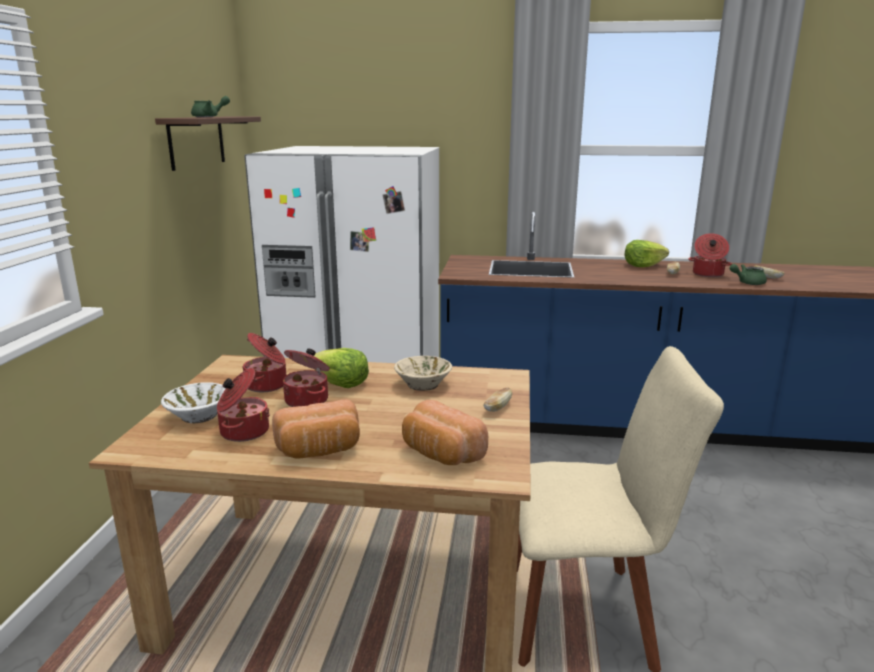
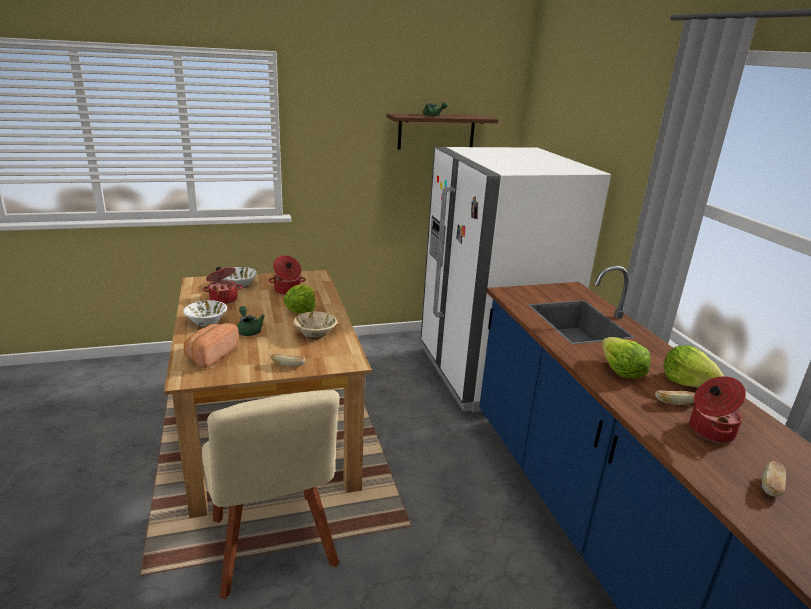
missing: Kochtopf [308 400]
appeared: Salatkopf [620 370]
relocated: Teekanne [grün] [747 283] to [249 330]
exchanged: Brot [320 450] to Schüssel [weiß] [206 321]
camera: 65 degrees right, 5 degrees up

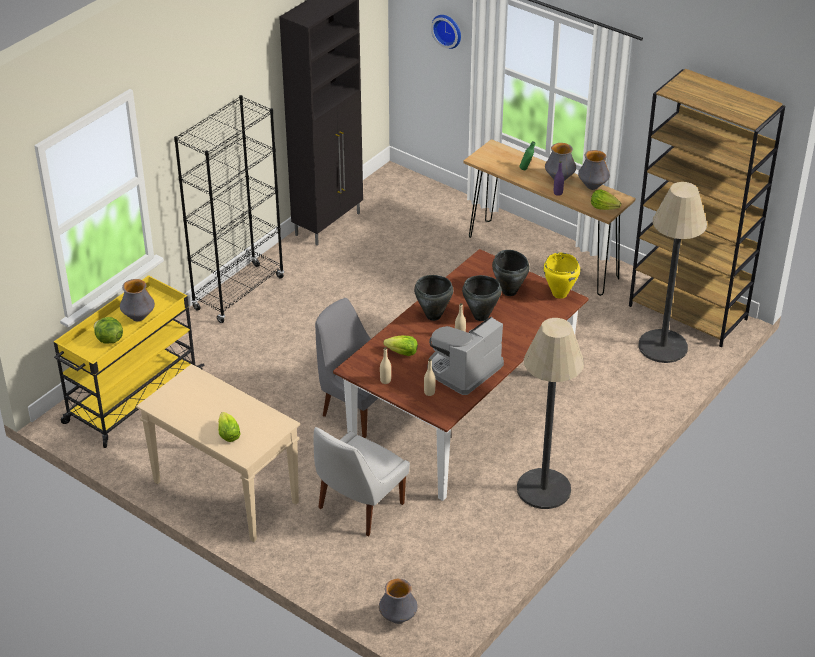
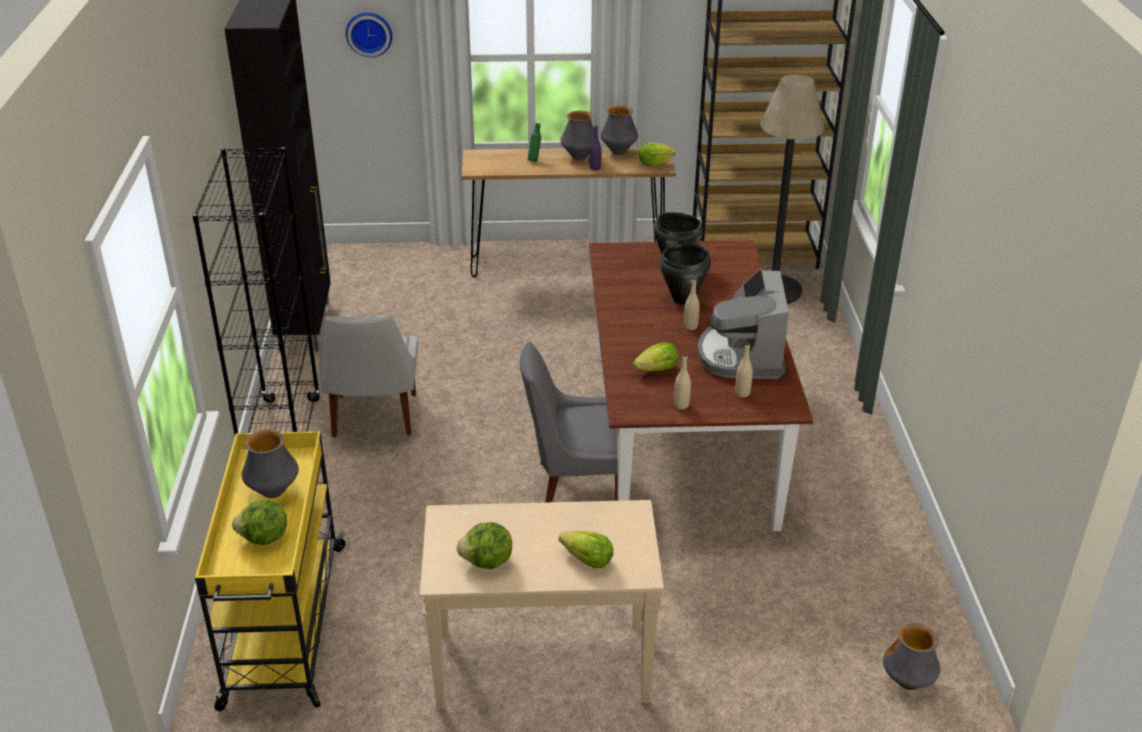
missing: Kochtopf [schwarz] [433 316]; Stehlampe [543 489]; Kochtopf [gelb] [559 294]
appeared: Salatkopf [487 562]
relocated: Stuhl [weiß] [358 507] to [374 418]
camera: 40 degrees left, 5 degrees down

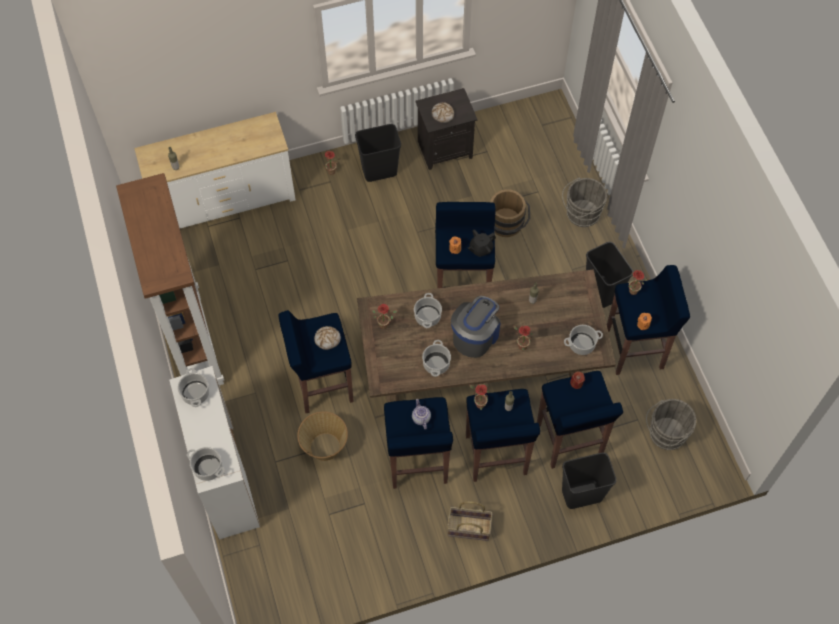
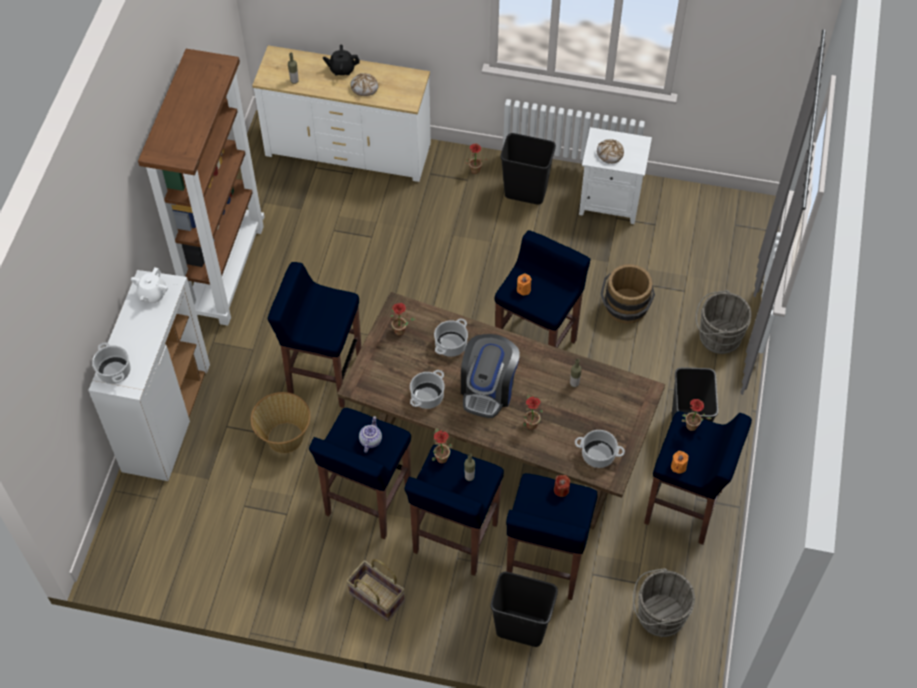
relocated: Brot [327 339] to [364 87]; Teekanne [schwarz] [480 249] to [342 69]
exchanged: Kochtopf [195 393] to Teekanne [weiß] [152 294]
colour: Nachttisch [schwarz] [445 148] to Nachttisch [weiß] [611 201]
spun: Kaffeemaschine [475 335] = [488 389] 135 degrees clockwise
camera: 30 degrees right, 5 degrees down

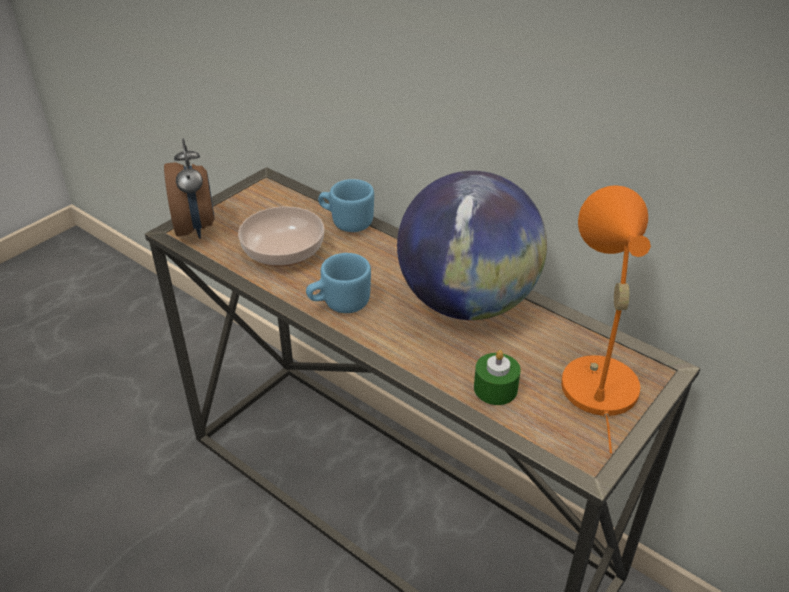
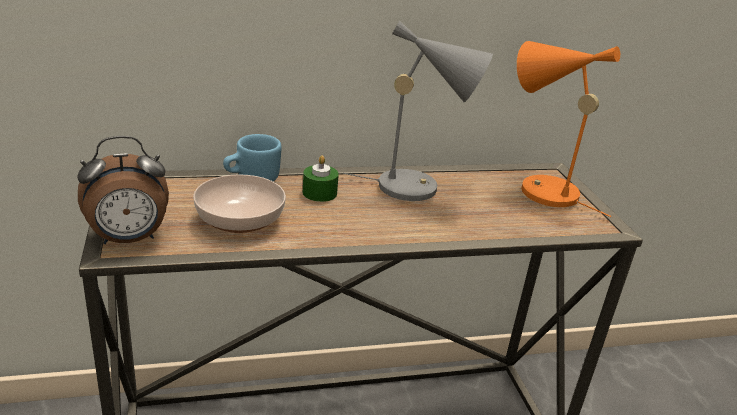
missing: Henkelbecher [blau] [339 304]
relocated: Kerze [grün] [495 388] to [319 193]
exchanged: Globus [467 302] to Tischlampe [grau] [417 188]
spun: Wecker [196 228] = [128 239] 135 degrees clockwise
camera: 55 degrees left, 10 degrees down

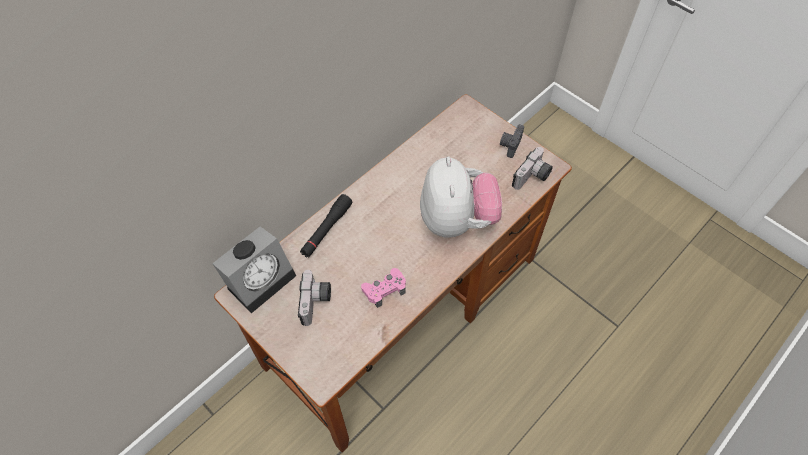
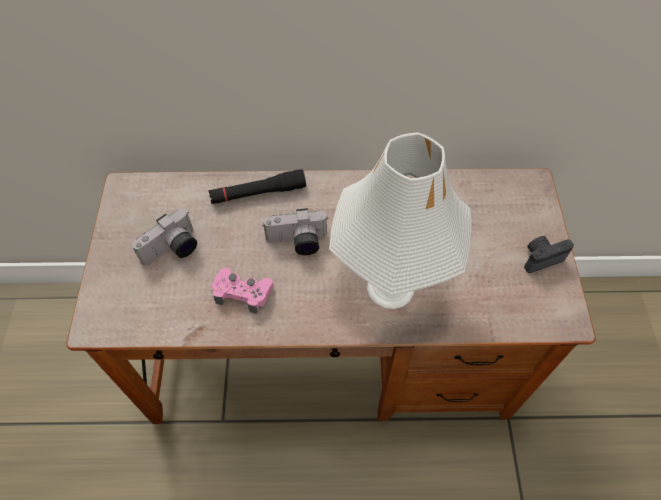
missing: Wecker [261 278]
relocated: Kamera [532 177] to [297 243]
exchanged: Plüschtier [456 220] to Tischlampe [weiß] [391 287]
camera: 45 degrees right, 0 degrees up

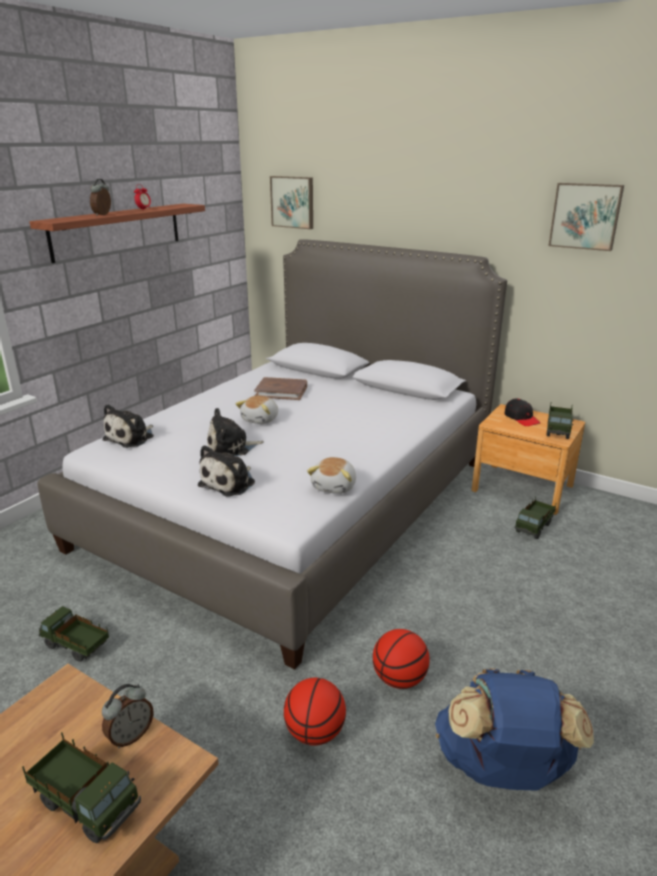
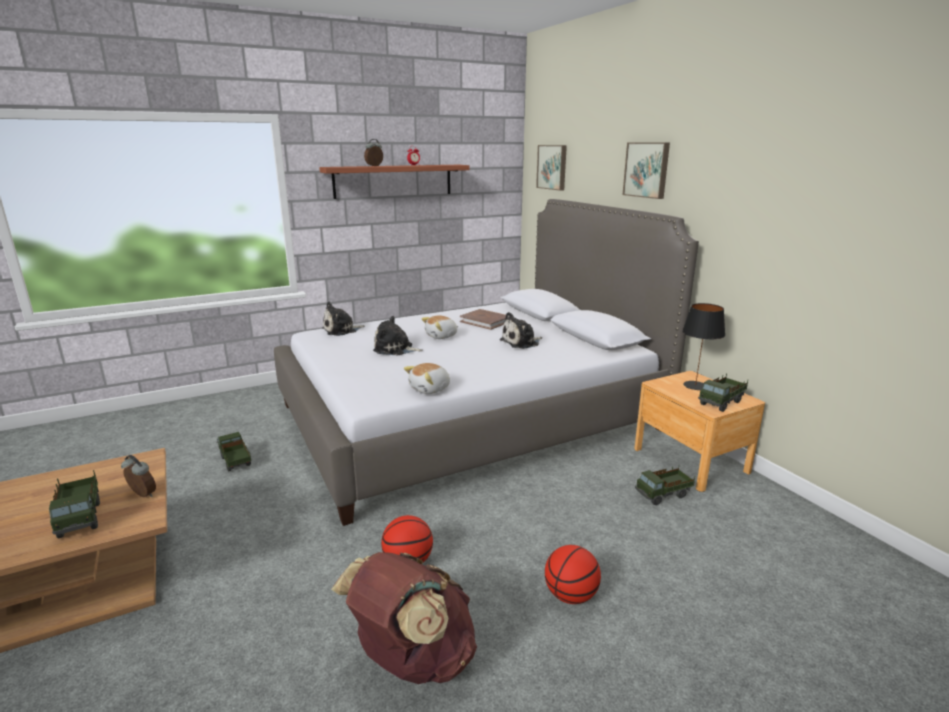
relocated: Plüschtier [229 483] to [521 342]; Basketball [315 732] to [571 595]; Bild [585 216] to [647 170]
exchanged: Kappe [schwarz] [521 418] to Tischlampe [schwarz] [695 385]
colour: Rucksack [blau] [501 769] to Rucksack [braun] [412 659]
spun: Wecker [130 735] = [142 495] 135 degrees counterclockwise
camera: 30 degrees right, 5 degrees down

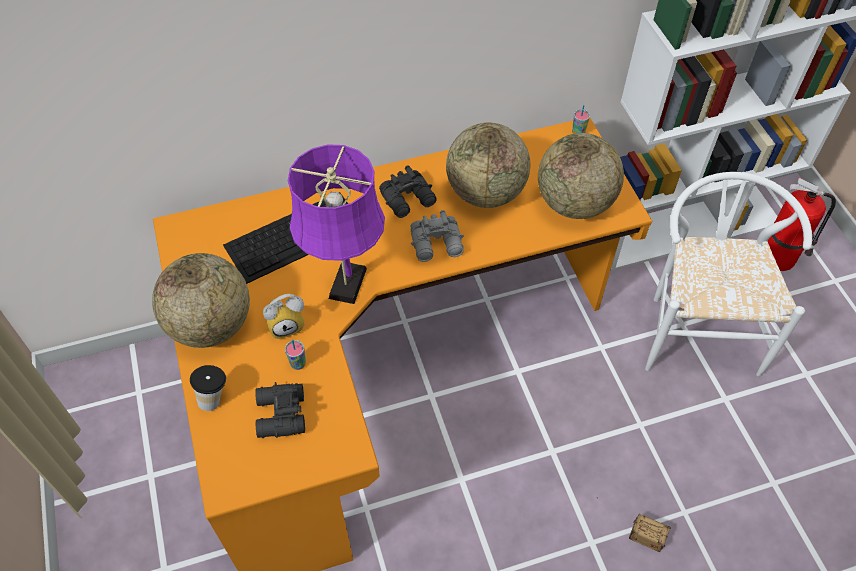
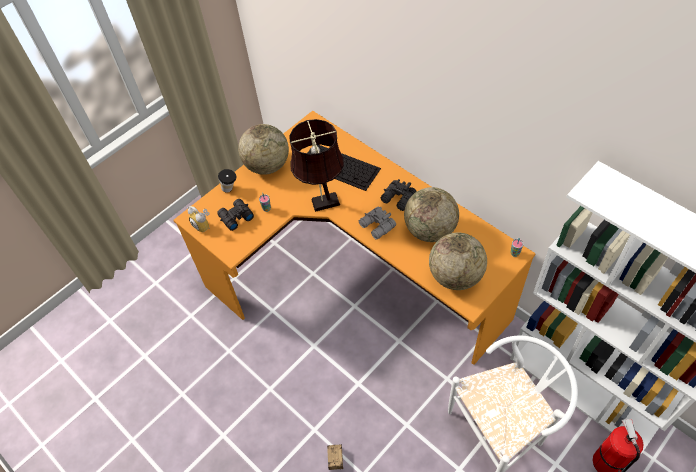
relocated: Wecker [287 325] to [204 225]
colour: Tischlampe [lila] [346 287] to Tischlampe [braun] [322 203]
camera: 65 degrees right, 0 degrees up

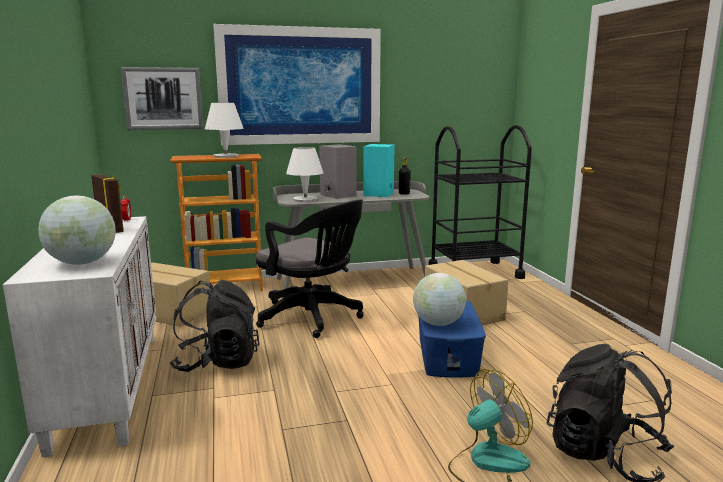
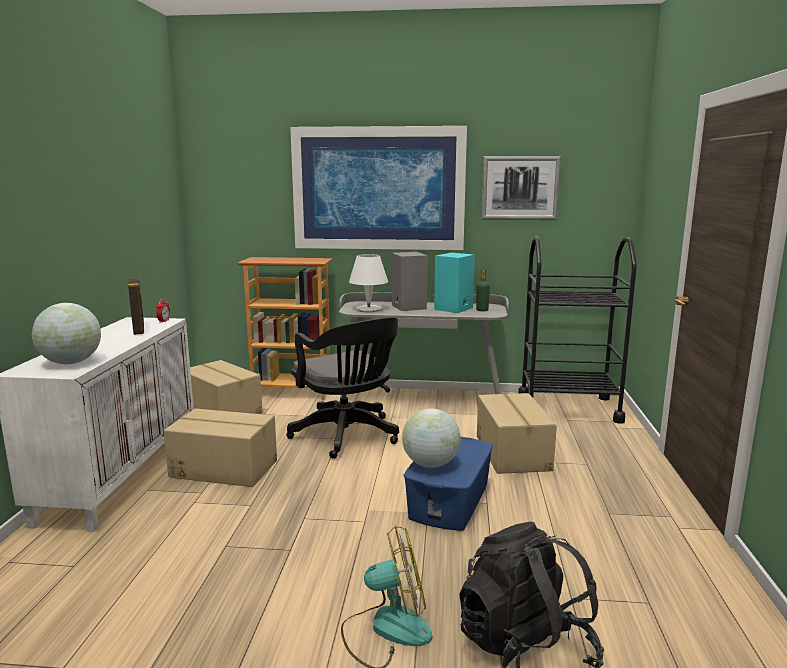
missing: Tischlampe [weiß] [226 156]
relocated: Bild [163 98] to [520 188]
exchanged: Rucksack [schwarz] [217 362] to Karton [224 468]
colour: Flasche [schwarz] [404 194] to Flasche [grün] [482 310]
camera: 20 degrees right, 0 degrees up

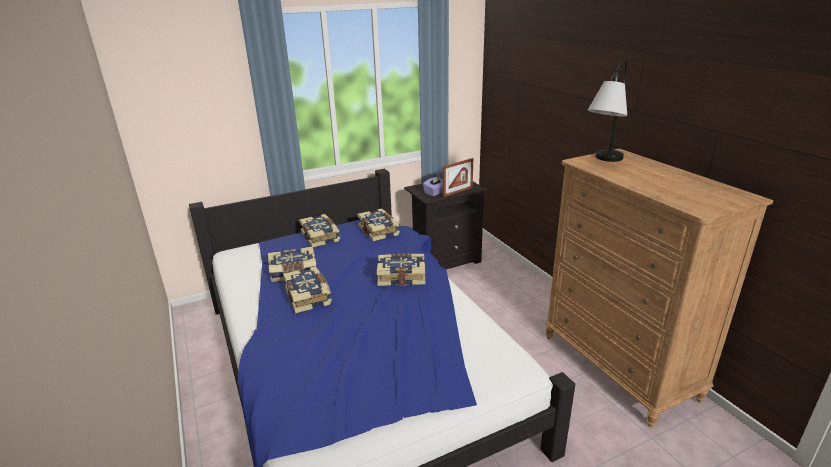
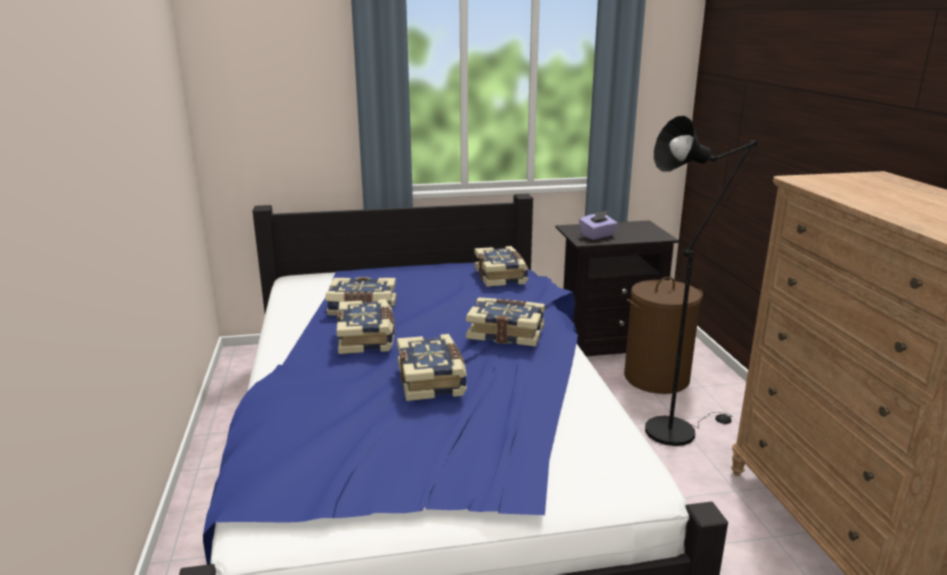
missing: Bilderrahmen [457 192]; Tischlampe [602 162]
appeared: Wäschekorb [braun] [657 378]; Stehlampe [schwarz] [677 428]
relocated: Buch [321 237] to [432 380]
camera: 15 degrees right, 5 degrees down

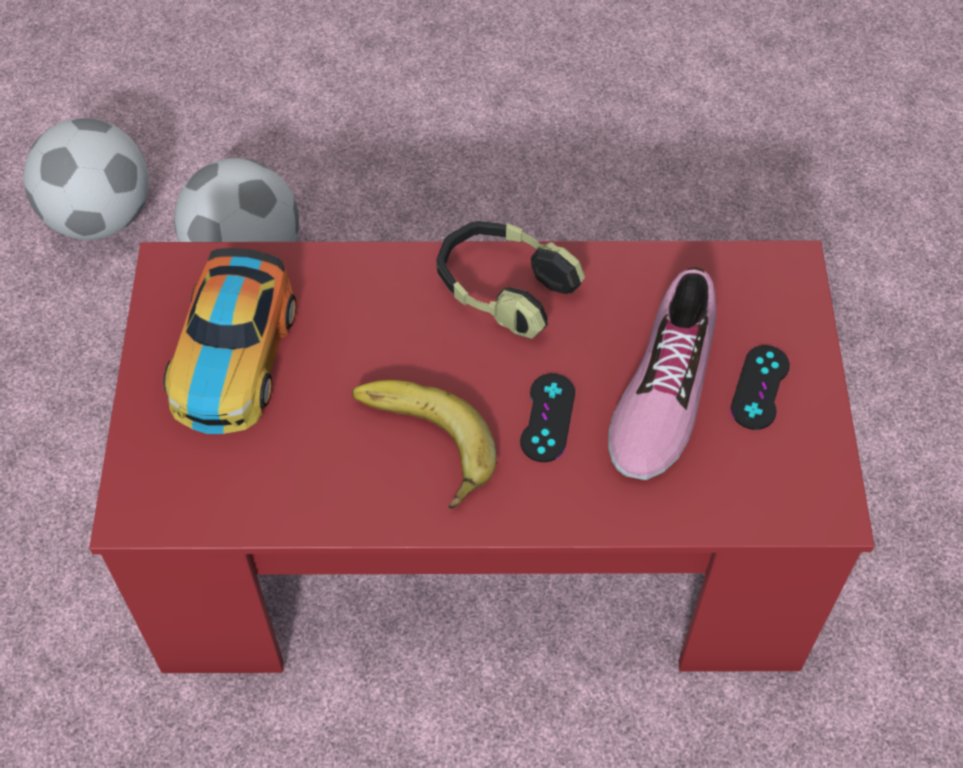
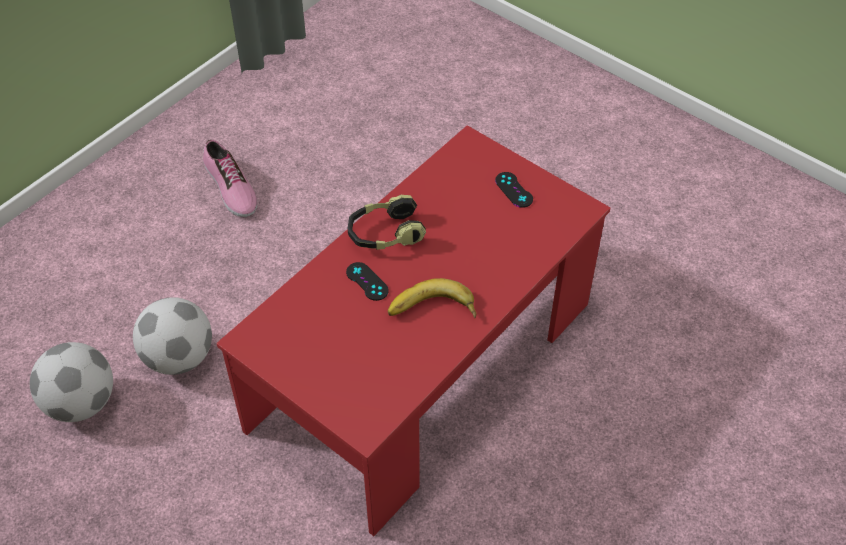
missing: Spielzeugauto [232 356]
relocated: Gamepad [schwarz] [547 418] to [367 281]; Schuh [661 388] to [230 187]
camera: 50 degrees left, 5 degrees down

